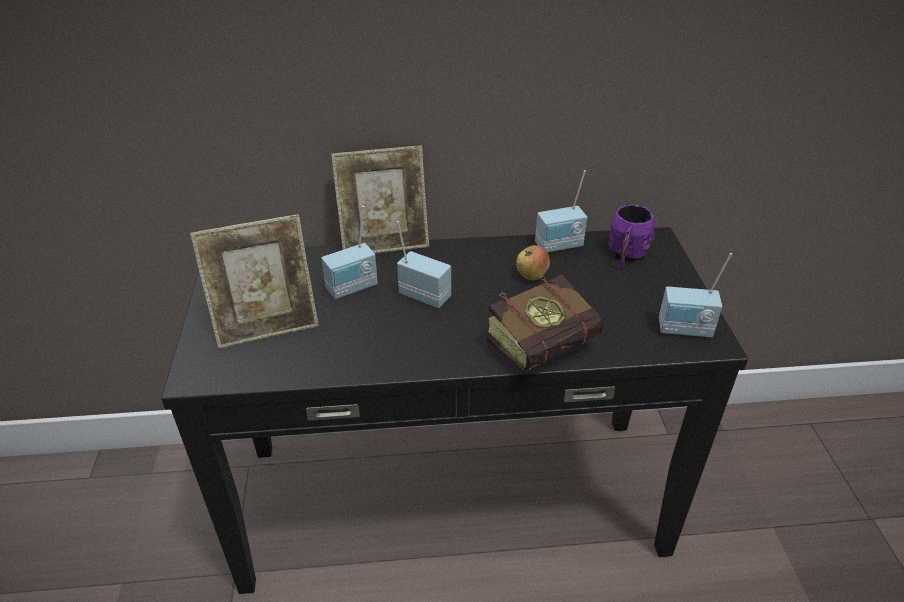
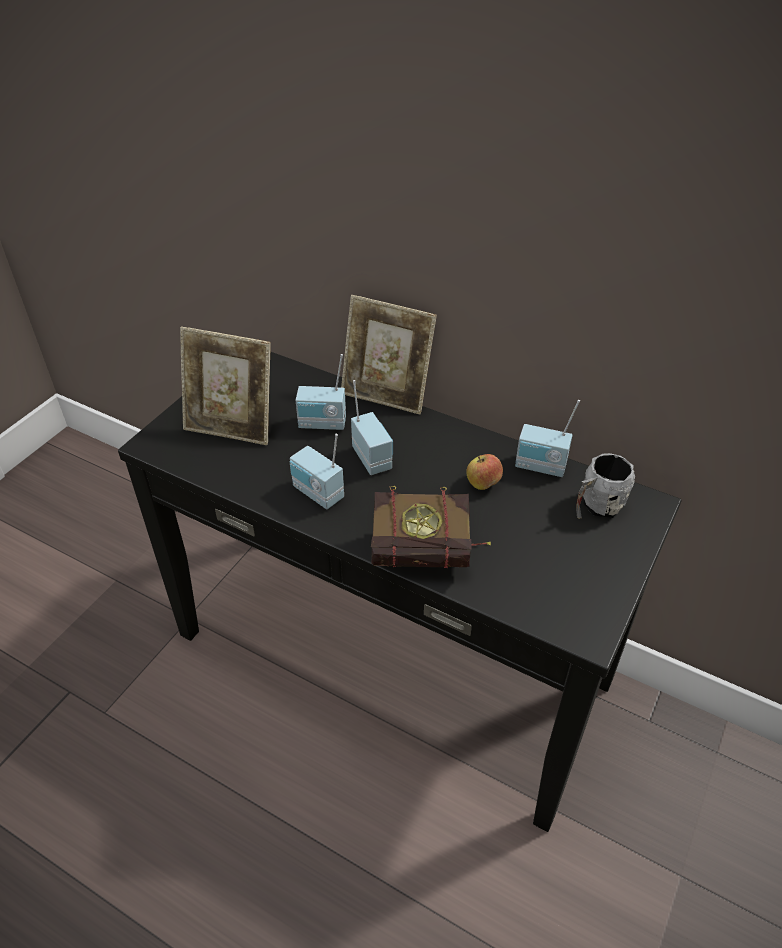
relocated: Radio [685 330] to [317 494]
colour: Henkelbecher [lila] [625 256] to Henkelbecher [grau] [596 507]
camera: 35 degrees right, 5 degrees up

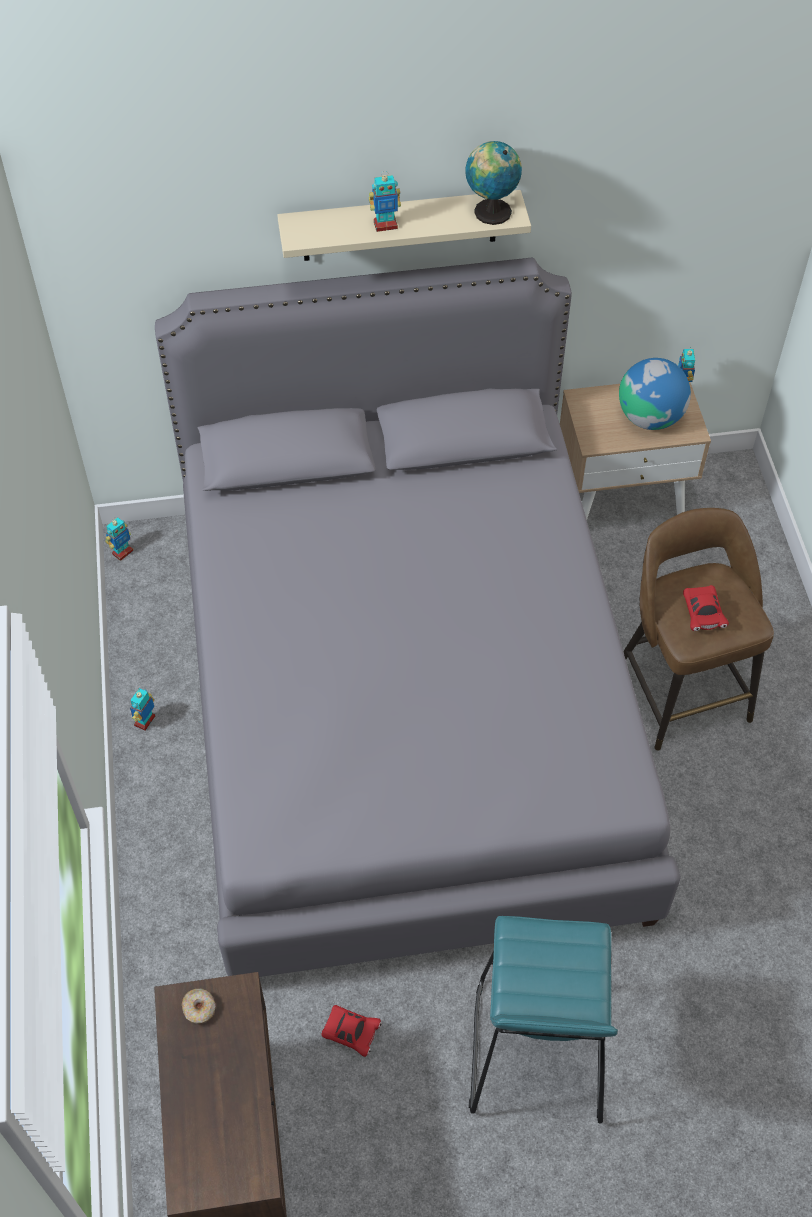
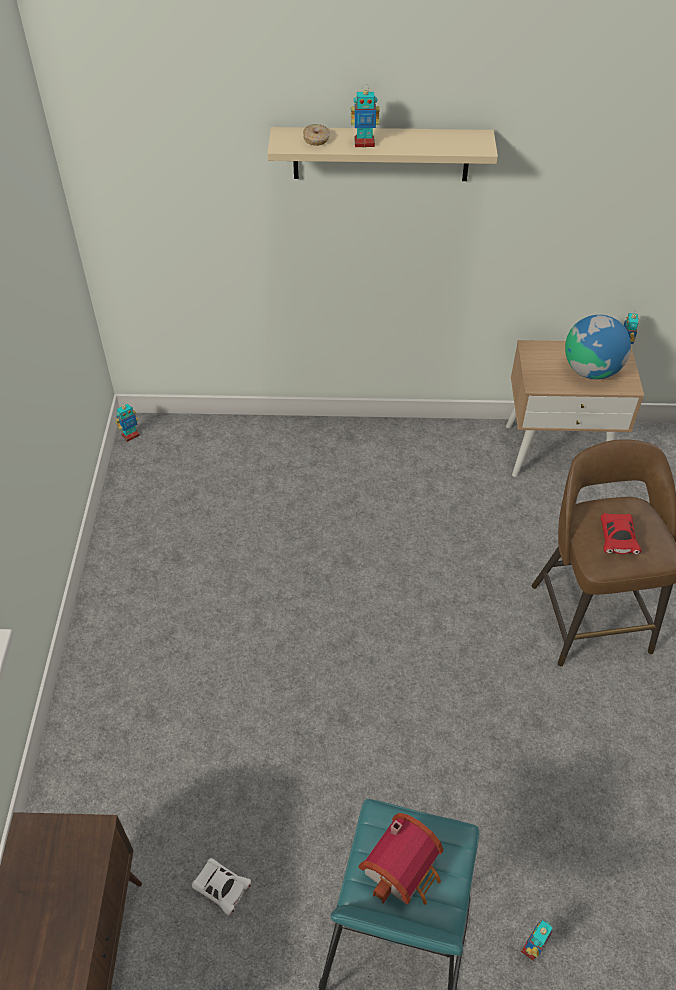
missing: Bett [grau] [405 706]; Globus [490 211]
appeared: Spielzeughaus [404 869]
relocated: Spielzeugroboter [145 721] to [533 947]; Donut [199 1008] to [316 139]
colour: Spielzeugauto [rot] [351 1033] to Spielzeugauto [weiß] [221 888]
camera: 10 degrees right, 5 degrees down

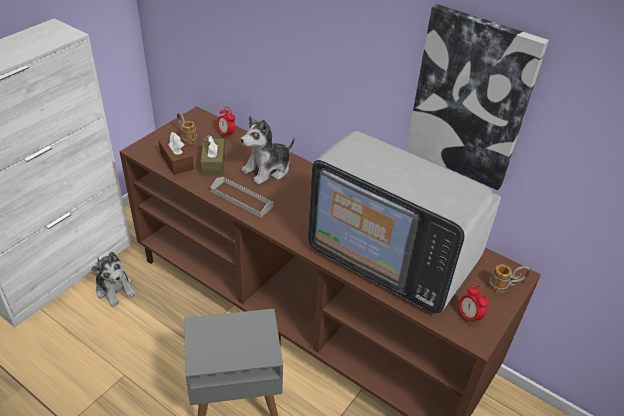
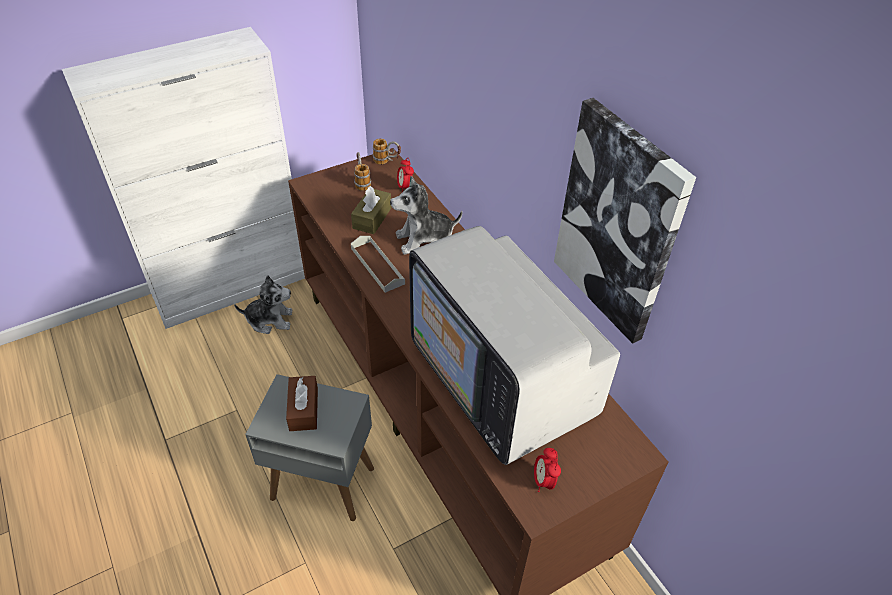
relocated: Taschentuchbox [braun] [177 161] to [303 409]; Henkelbecher [506 287] to [387 162]
spun: Plüschtier [115 289] = [270 320] 75 degrees counterclockwise
camera: 25 degrees right, 5 degrees up

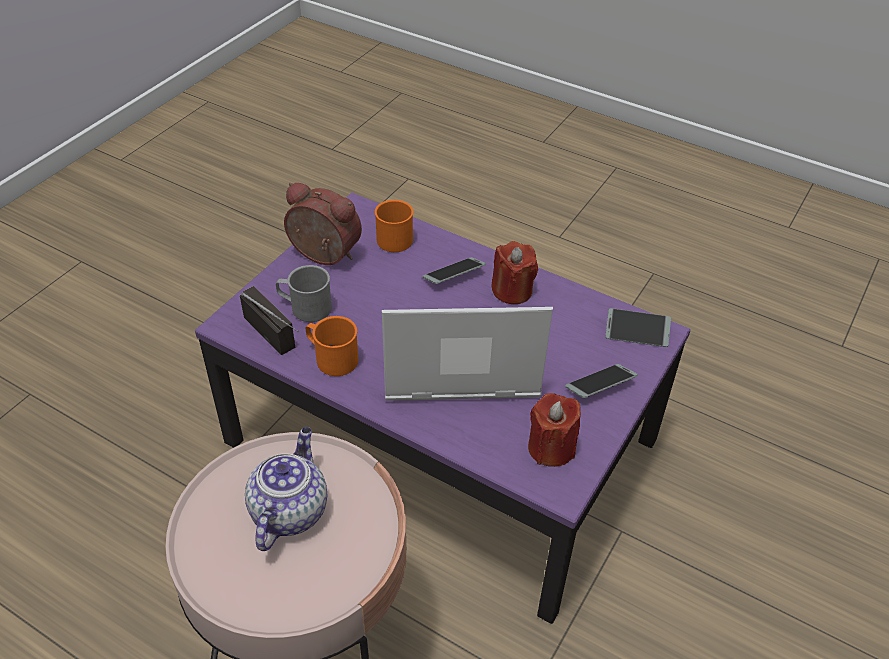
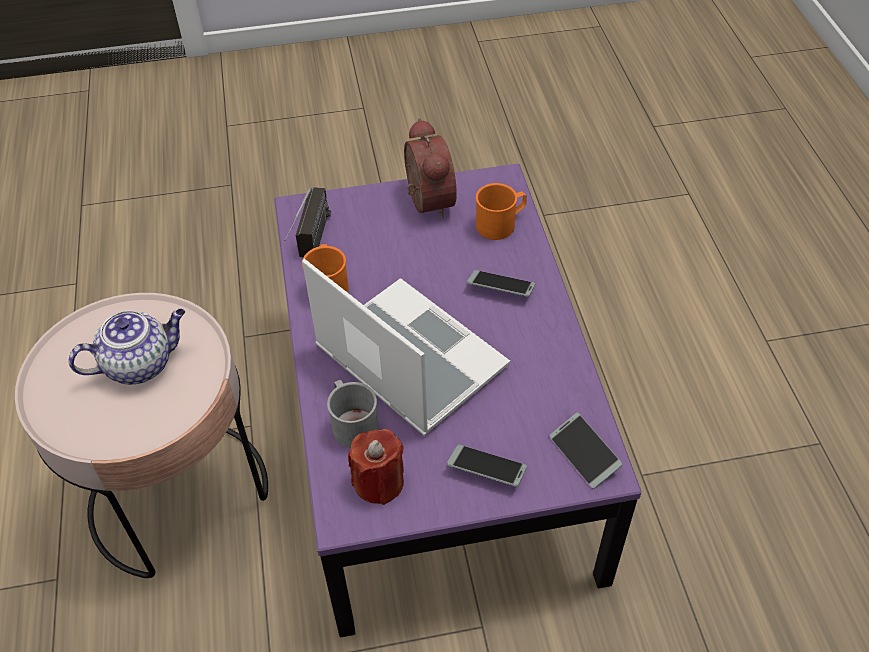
missing: Kerze [rot] [512 291]
relocated: Henkelbecher [grau] [305 307] to [352 423]
camera: 50 degrees right, 5 degrees up

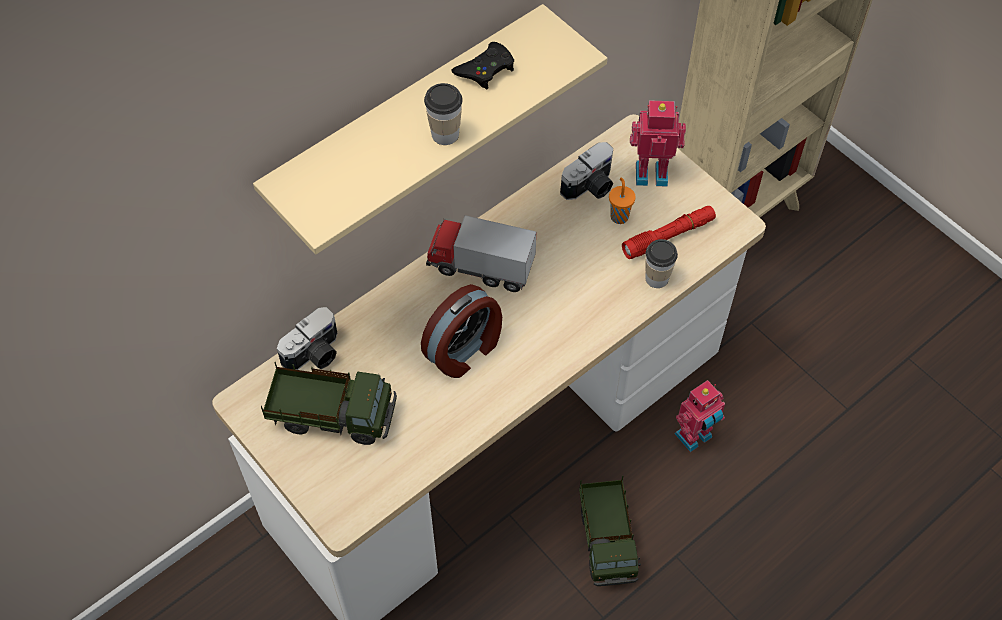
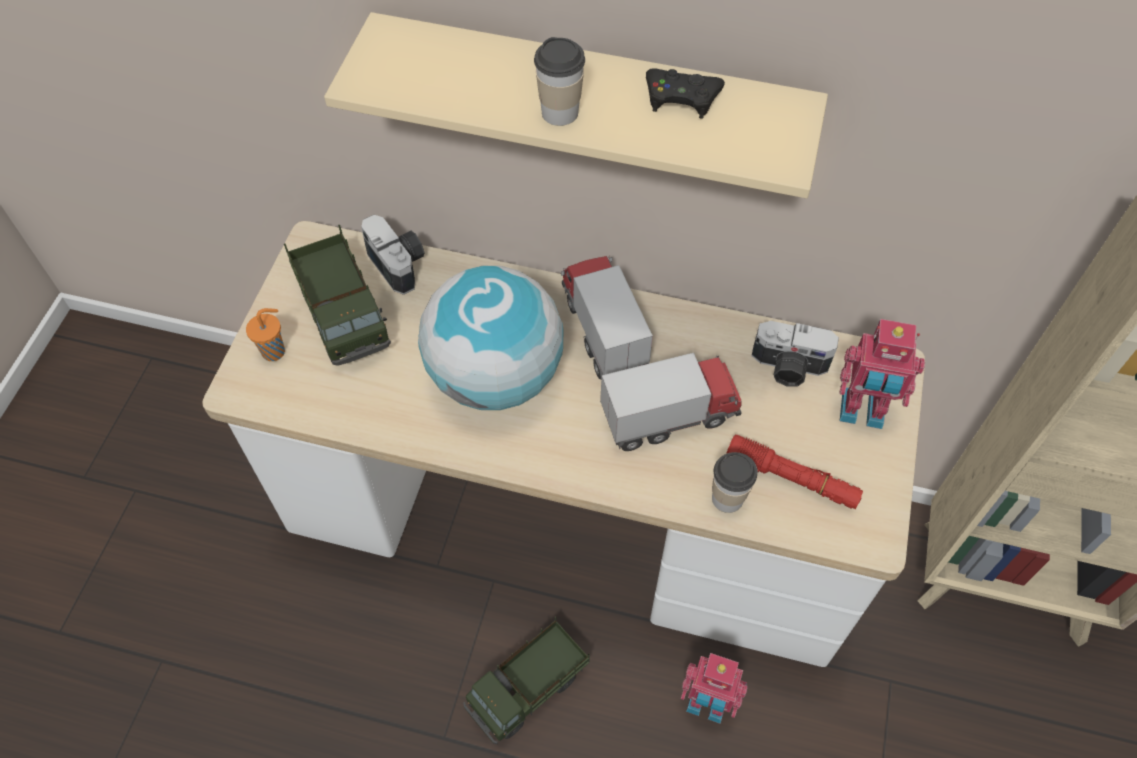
appeared: Spielzeuglaster [669 417]
relocated: Tasse [orange] [619 216] to [275 351]
exchanged: Wecker [465 350] to Globus [495 376]
spun: Kamera [315 354] = [400 263] 135 degrees counterclockwise; Spielzeugroboter [651 172] = [861 412] 135 degrees clockwise
camera: 55 degrees right, 0 degrees up

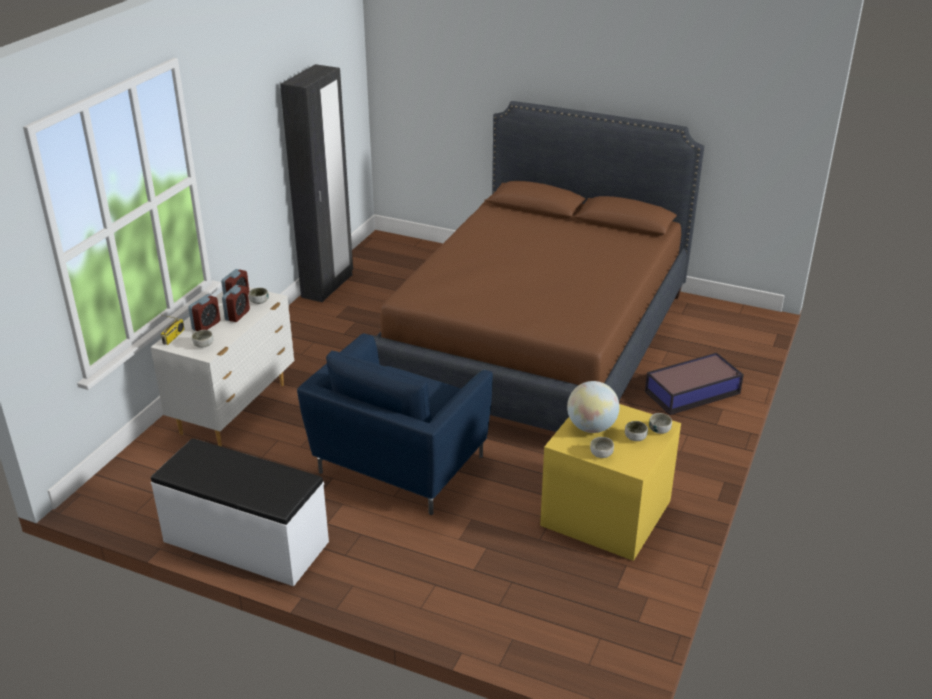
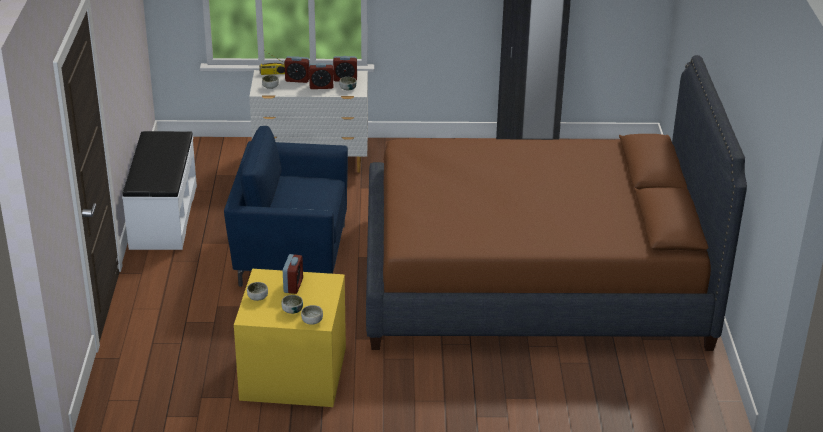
missing: Aufbewahrungsbox [693 392]
exchanged: Globus [591 427] to Wecker [293 285]
camera: 65 degrees right, 0 degrees up

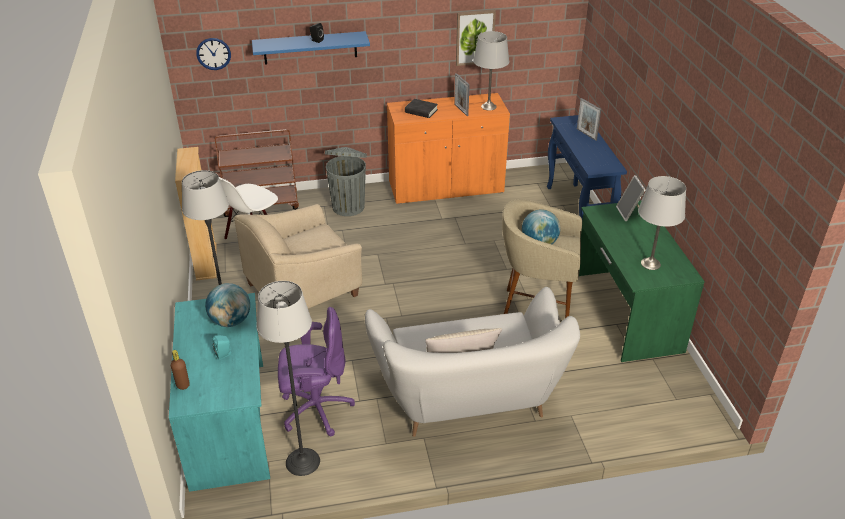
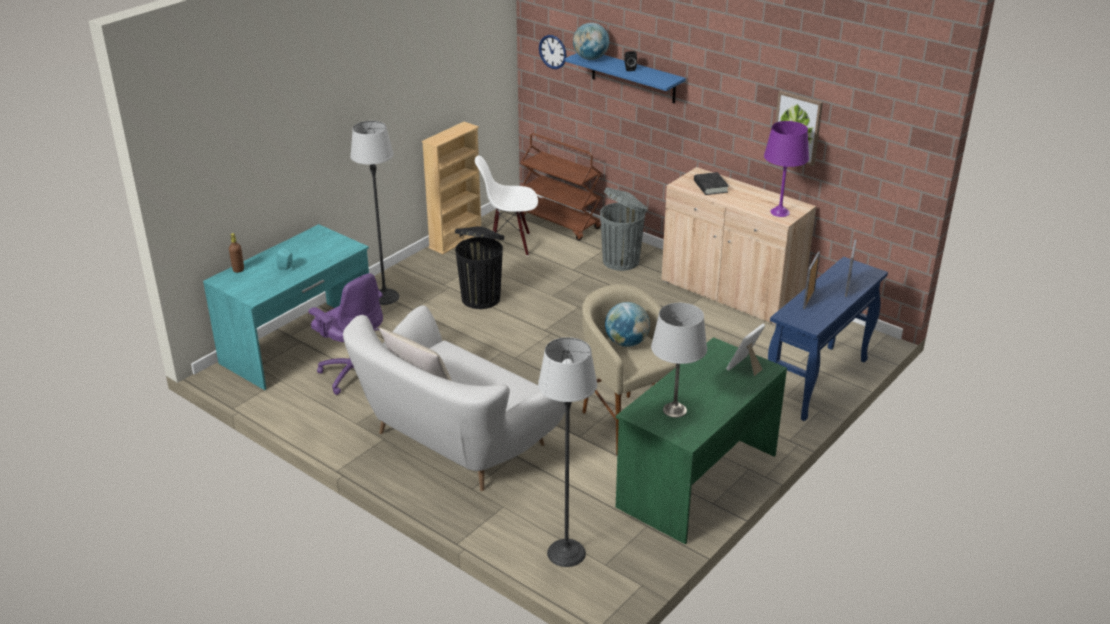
relocated: Globus [230 321] to [590 58]; Stehlampe [302 462] to [566 552]; Bilderrahmen [461 110] to [808 299]
exchanged: Sessel [beige] [303 290] to Mülleimer [schwarz] [481 298]
colour: Schrank [orange] [446 188] to Schrank [beige] [730 293]; Tischlampe [grau] [488 107] to Tischlampe [lila] [779 212]
camera: 50 degrees right, 5 degrees down

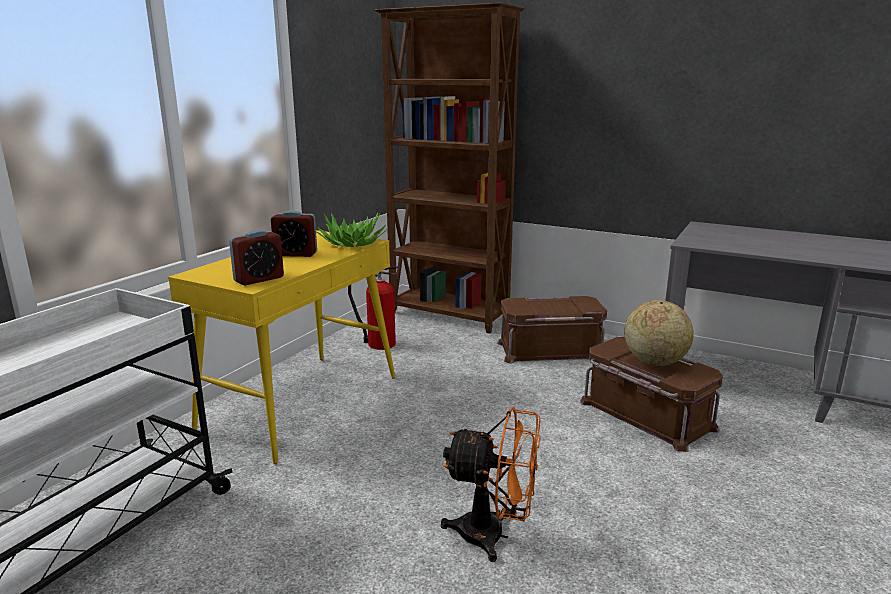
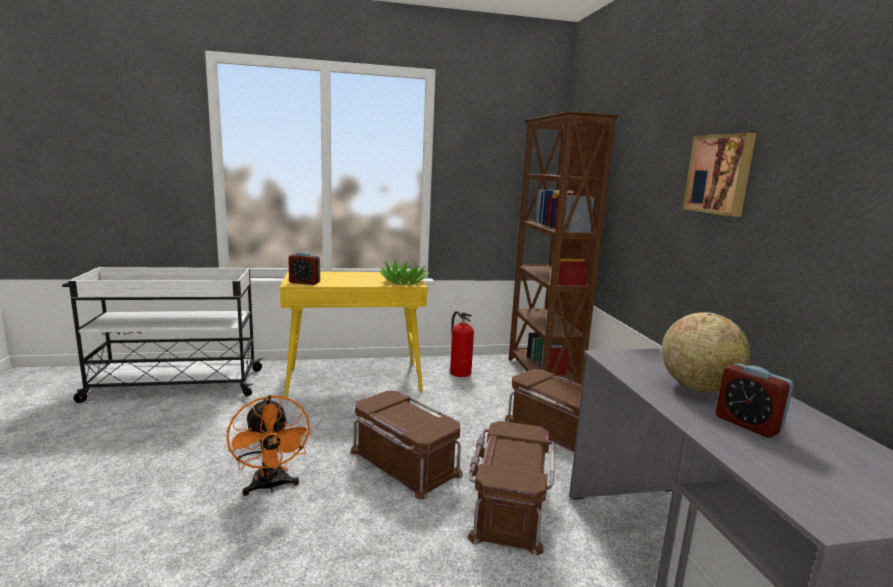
appeared: Aufbewahrungsbox [braun] [403 463]; Bild [720 174]
relocated: Wecker [295 254] to [747 424]; Globus [654 362] to [698 388]
camera: 50 degrees right, 5 degrees down

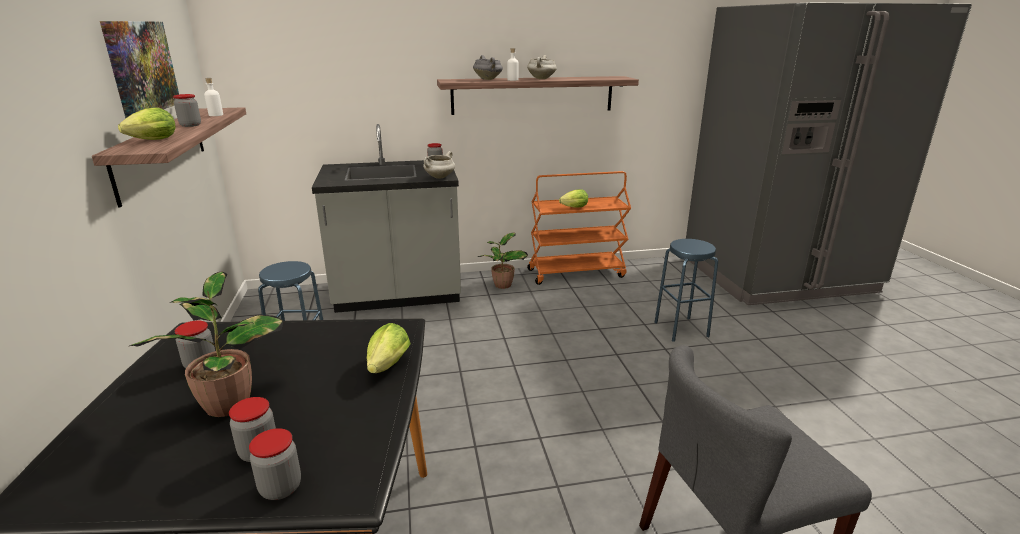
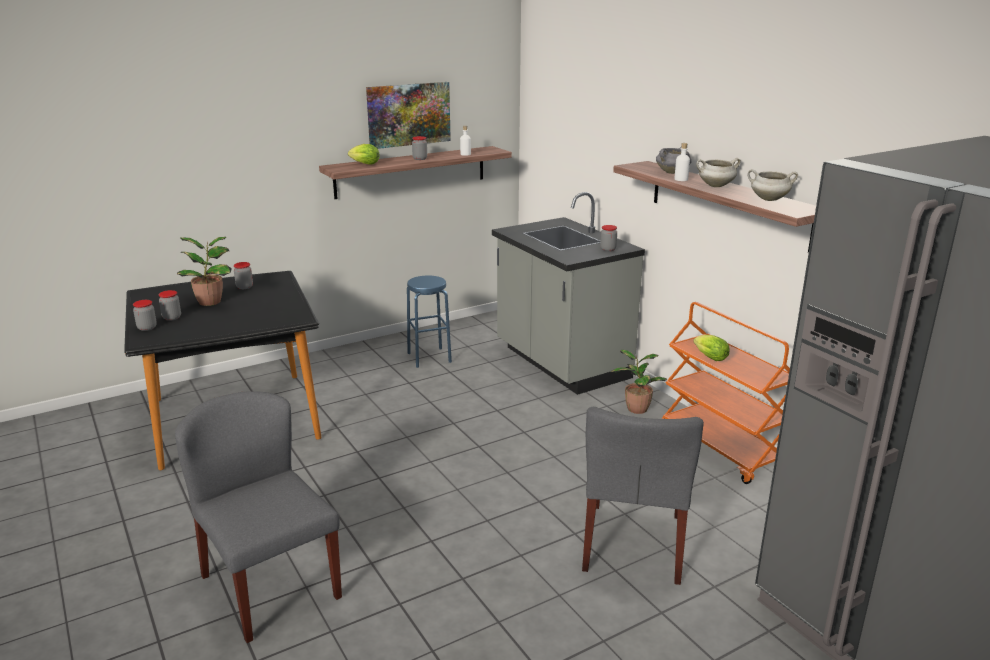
missing: Salatkopf [386 368]
relocated: Kochtopf [weiß] [439 177] to [768 199]
exchanged: Hocker [blau] [681 329] to Stuhl [grau] [634 543]
camera: 70 degrees right, 0 degrees up

